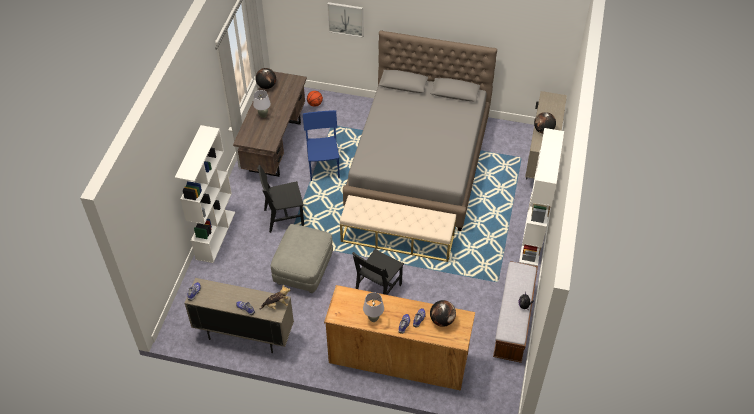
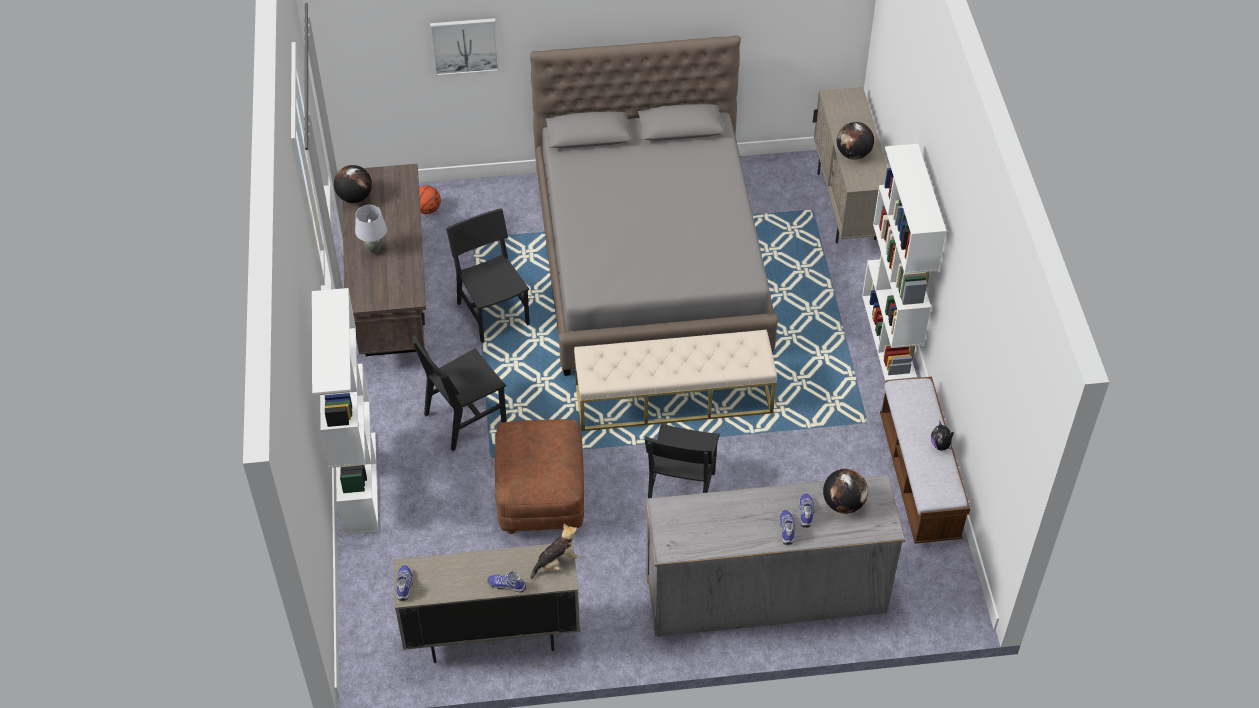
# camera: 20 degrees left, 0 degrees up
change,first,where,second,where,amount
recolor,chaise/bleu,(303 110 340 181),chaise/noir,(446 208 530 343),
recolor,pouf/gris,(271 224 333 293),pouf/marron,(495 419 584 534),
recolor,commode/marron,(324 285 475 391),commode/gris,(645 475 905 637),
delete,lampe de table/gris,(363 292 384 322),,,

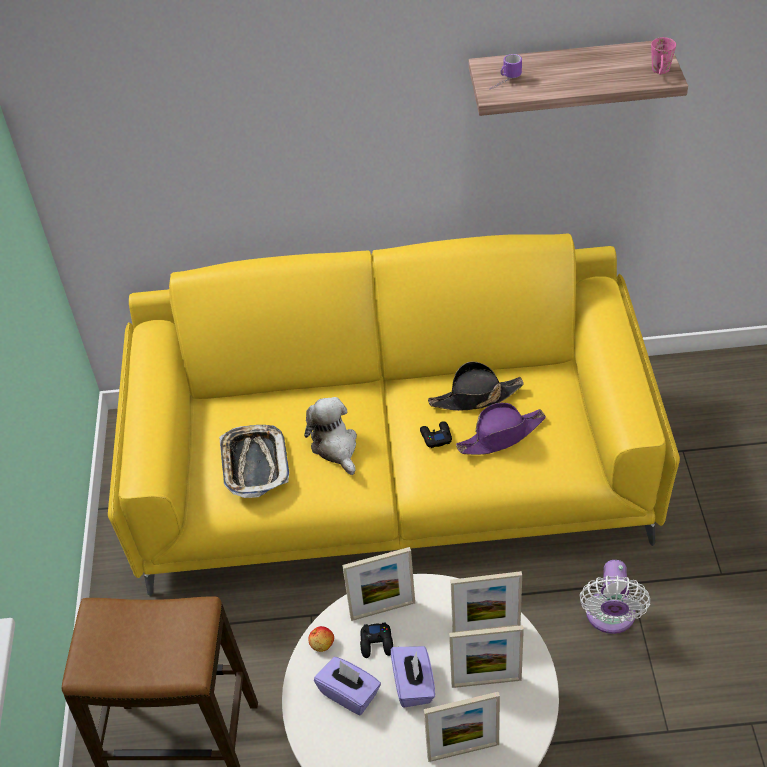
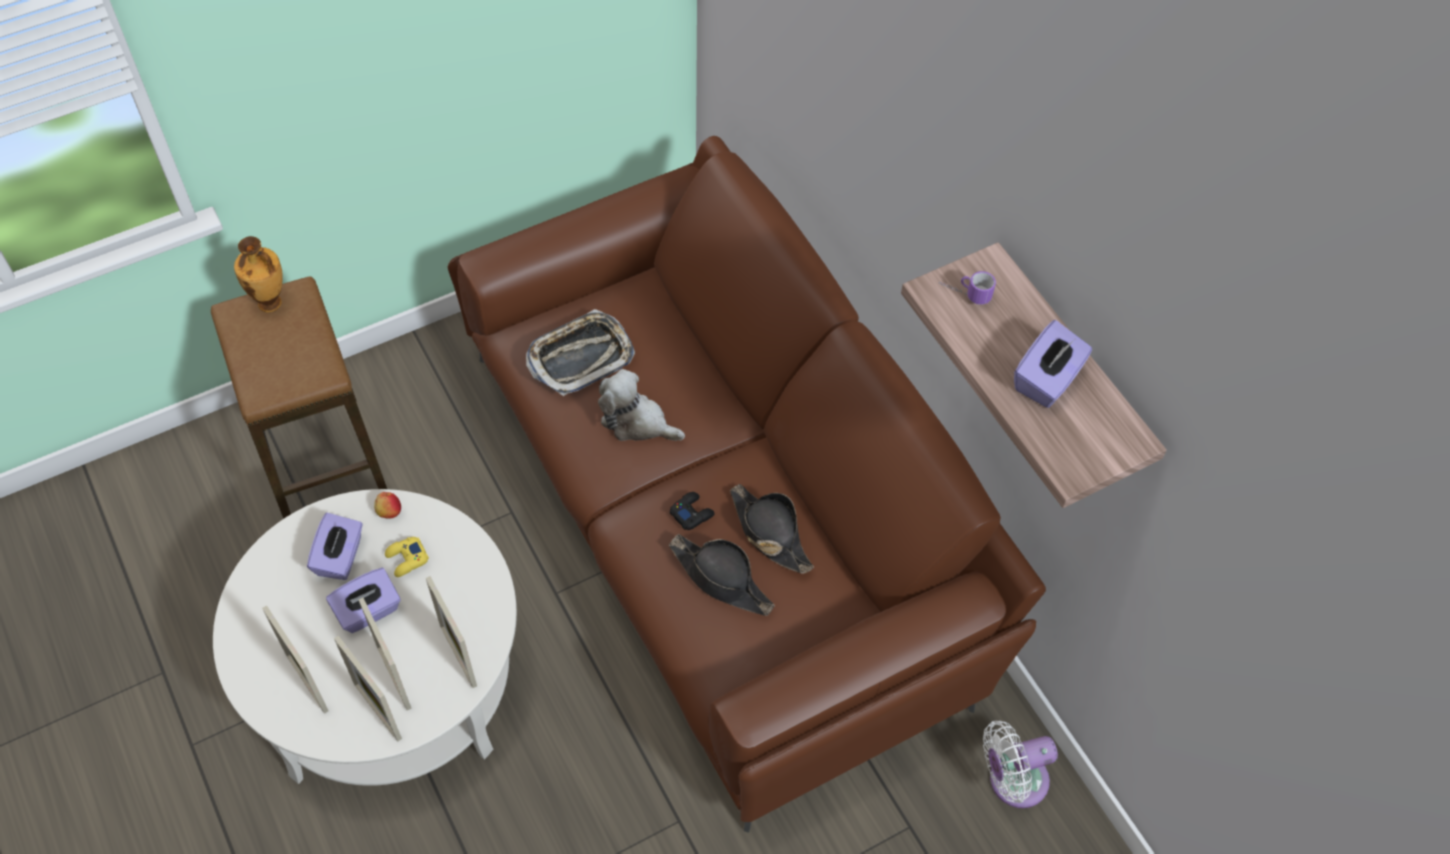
# camera: 60 degrees right, 10 degrees up
change,first,where,second,where,amount
insert,,,vase,(234 236 282 312),
move,cadre photo,(342 547 415 621),,(334 636 402 741),
recolor,manette/noir,(360 622 393 658),manette/jaune,(385 537 429 577),
recolor,canapé/jaune,(108 233 680 596),canapé/marron,(448 136 1046 833),
rotate,peluche,(304 397 357 475),,(598 369 685 441),105 degrees counterclockwise
recolor,chapeau/violet,(456 403 546 455),chapeau/noir,(669 534 774 616),
move,ventilateur/blanc,(580 560 650 634),,(983 721 1058 808),
insert,,,boîte à mouchoirs/violet,(1014 320 1092 408),
delete,mug/rose,(651 37 676 75),,,

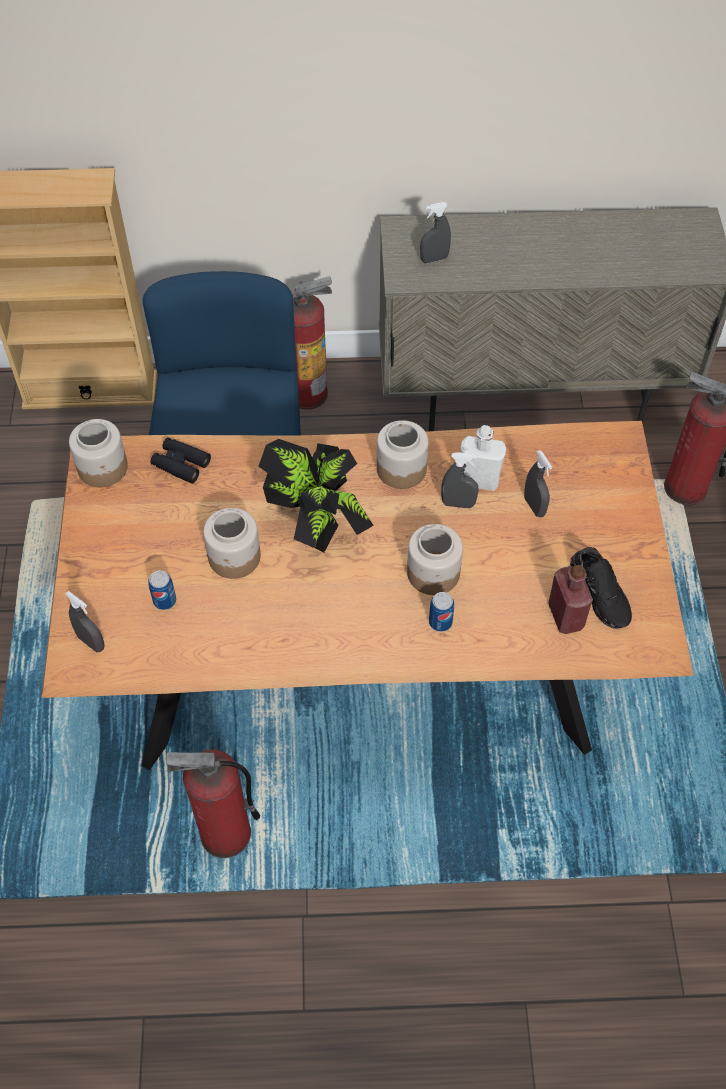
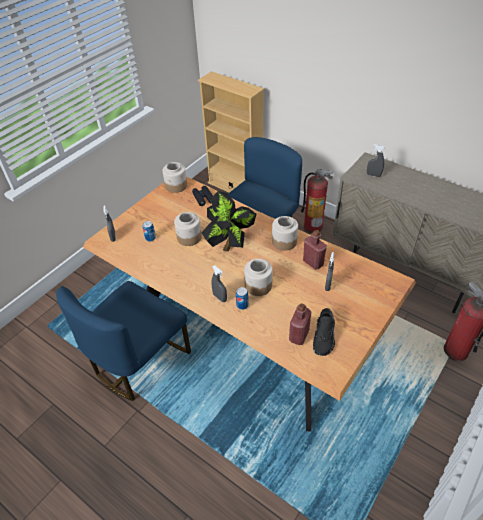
# camera: 40 degrees right, 10 degrees down
change,first,where,second,where,amount
replace,extincteur,(166 749 260 858),chaise/bleu,(56 281 191 401),
move,vaporisateur/gris,(441 452 479 508),,(212 265 227 302),
recolor,bouteille/blanc,(460 425 506 491),bouteille/rouge,(303 230 327 270),

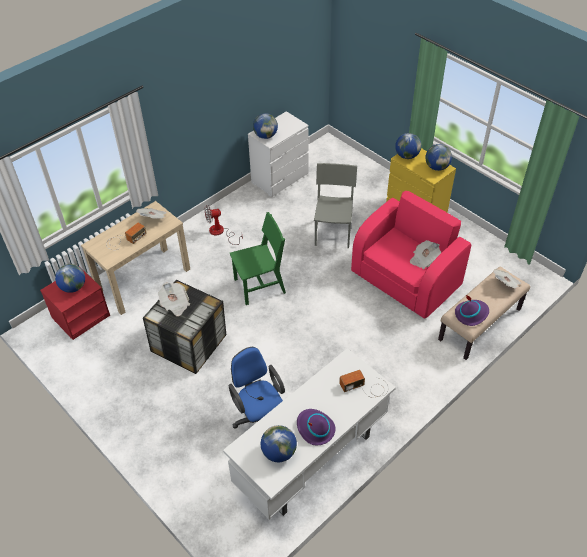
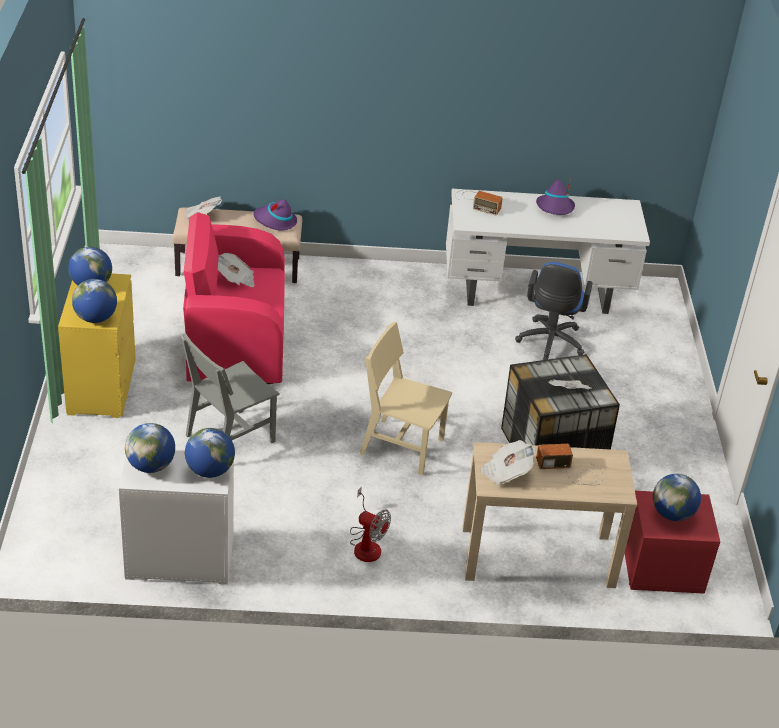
# camera: 140 degrees left, 10 degrees down
change,first,where,second,where,amount
move,globe,(261 425 297 462),,(125 423 175 473),
recolor,chaise/vert,(230 212 286 305),chaise/beige,(360 322 452 475),

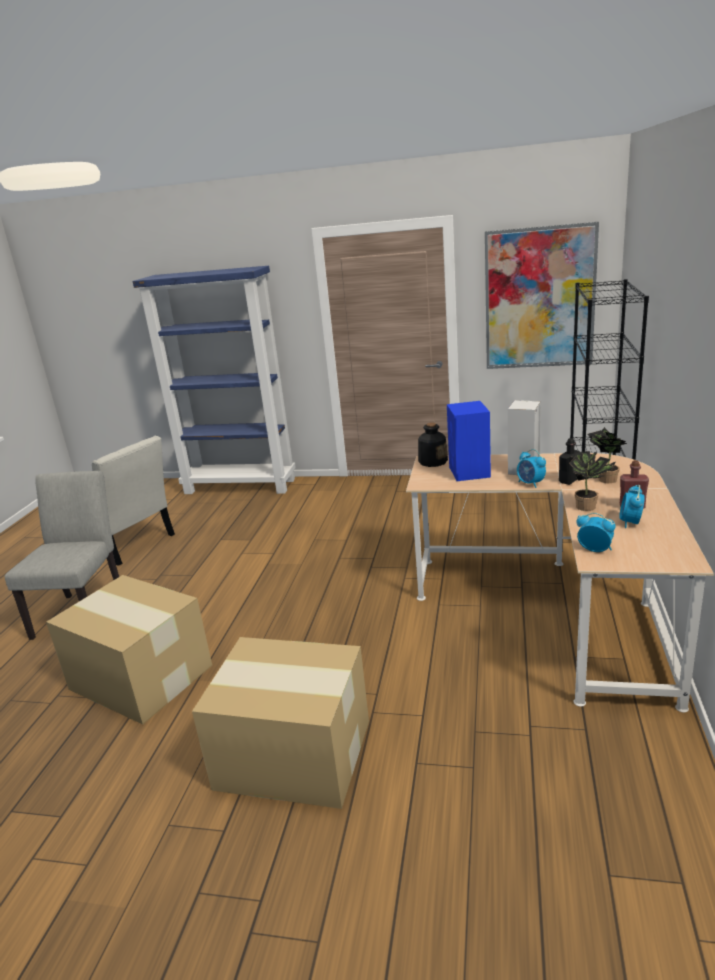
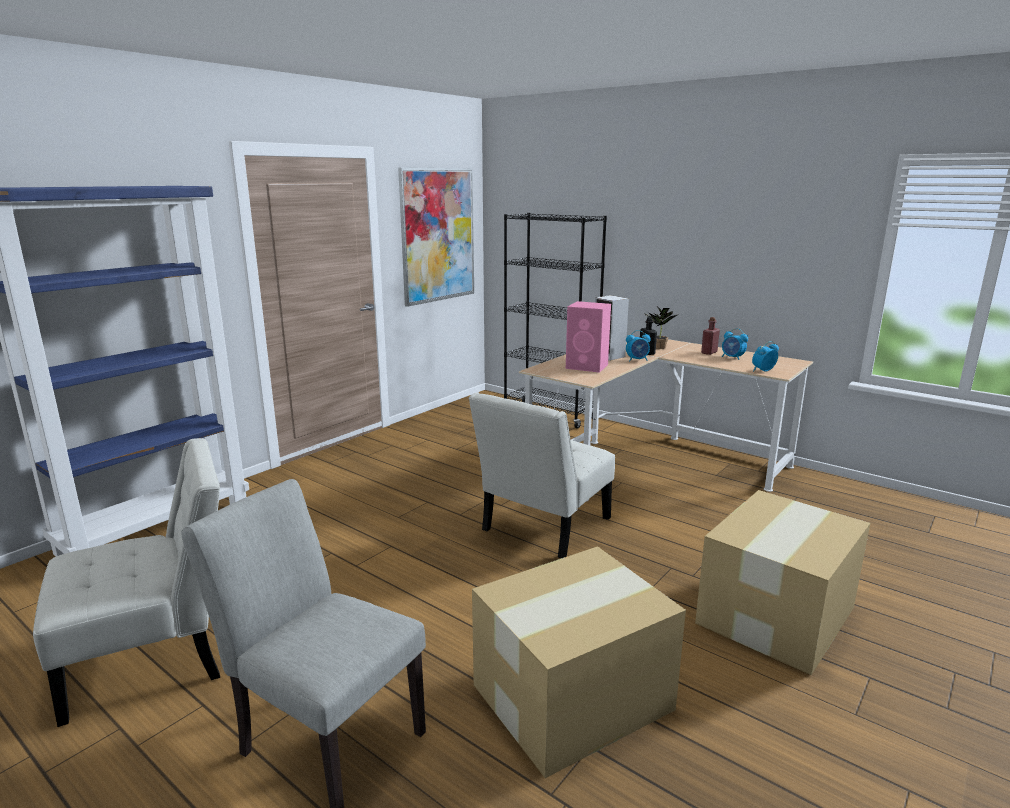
# camera: 65 degrees left, 5 degrees down
change,first,where,second,where,amount
insert,,,chaise/blanc,(469 392 615 558),
recolor,enceinte/bleu,(447 401 491 481),enceinte/rose,(566 301 611 373),
delete,bouteille,(418 422 448 467),,,
delete,plante en pot,(567 451 616 511),,,

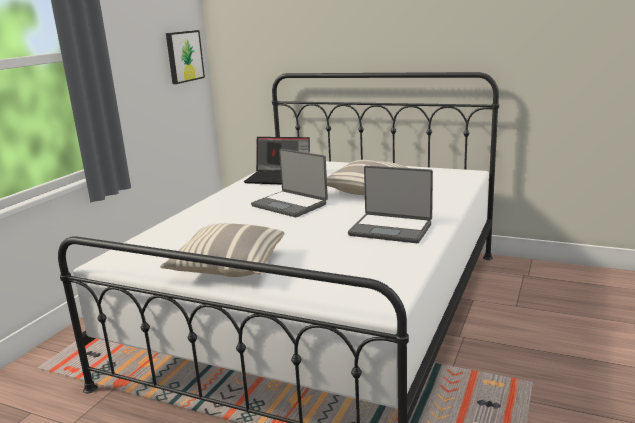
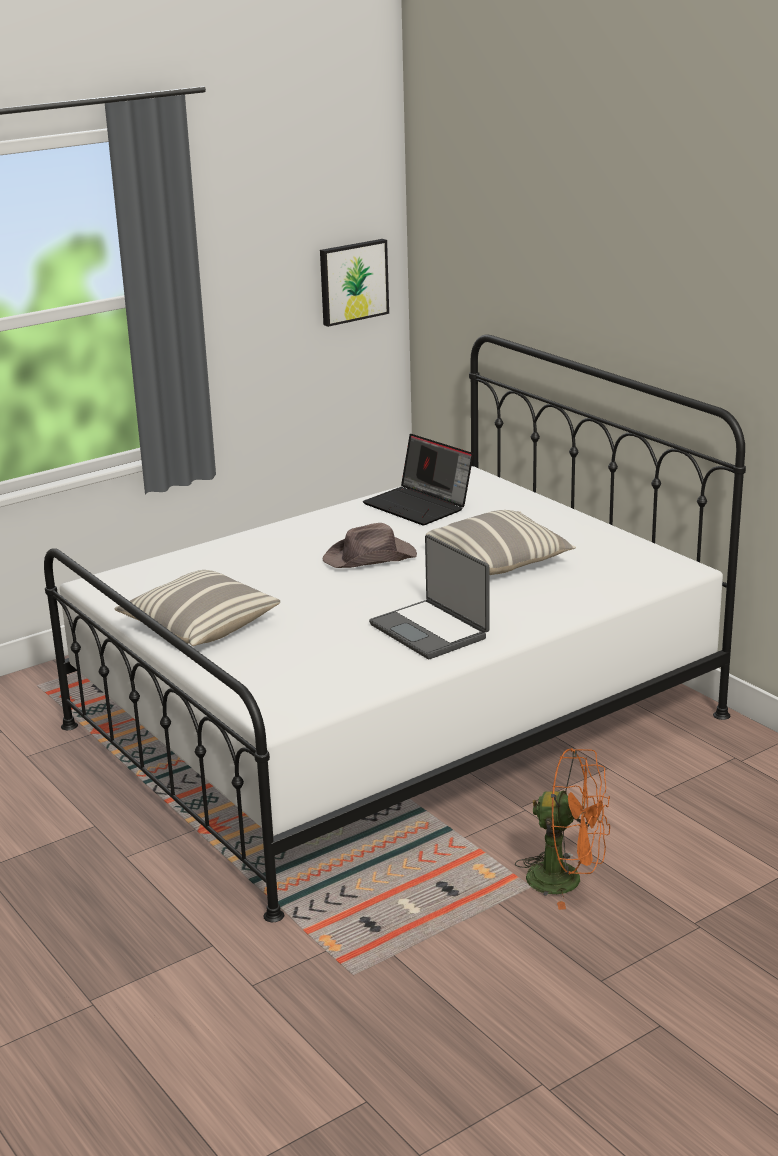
# camera: 30 degrees right, 5 degrees up
change,first,where,second,where,amount
replace,ordinateur portable,(251 149 328 217),chapeau/marron,(322 523 417 568),
insert,,,ventilateur/orange,(515 748 610 910),

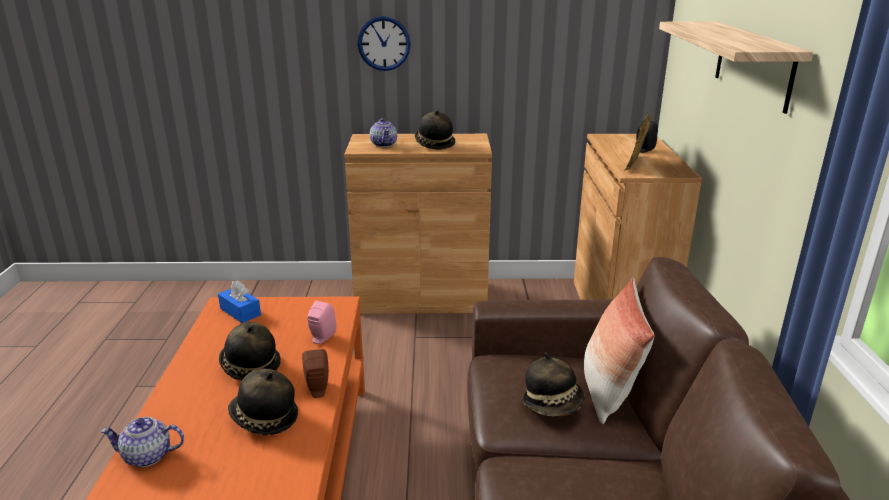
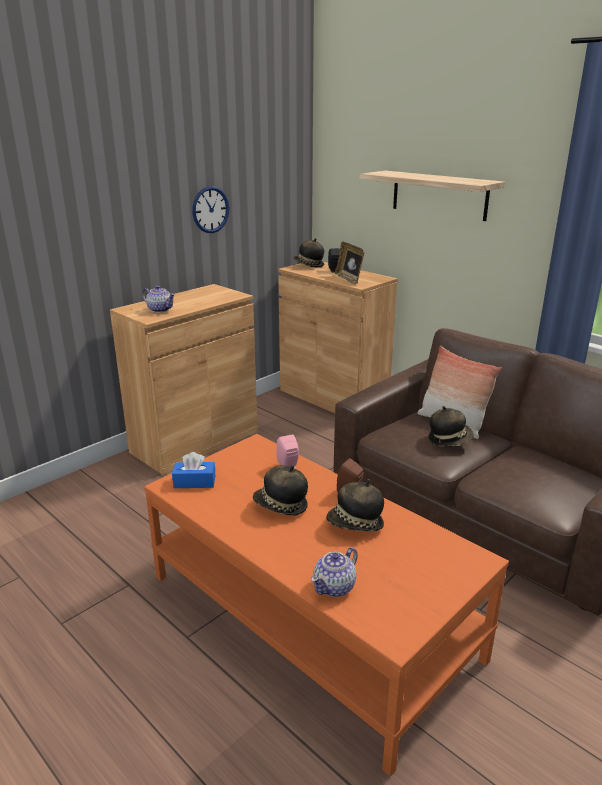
# camera: 45 degrees left, 0 degrees up
change,first,where,second,where,amount
move,horloge murale,(358 16 411 71),,(192 186 229 233),
move,chapeau,(415 110 455 150),,(293 238 324 267),

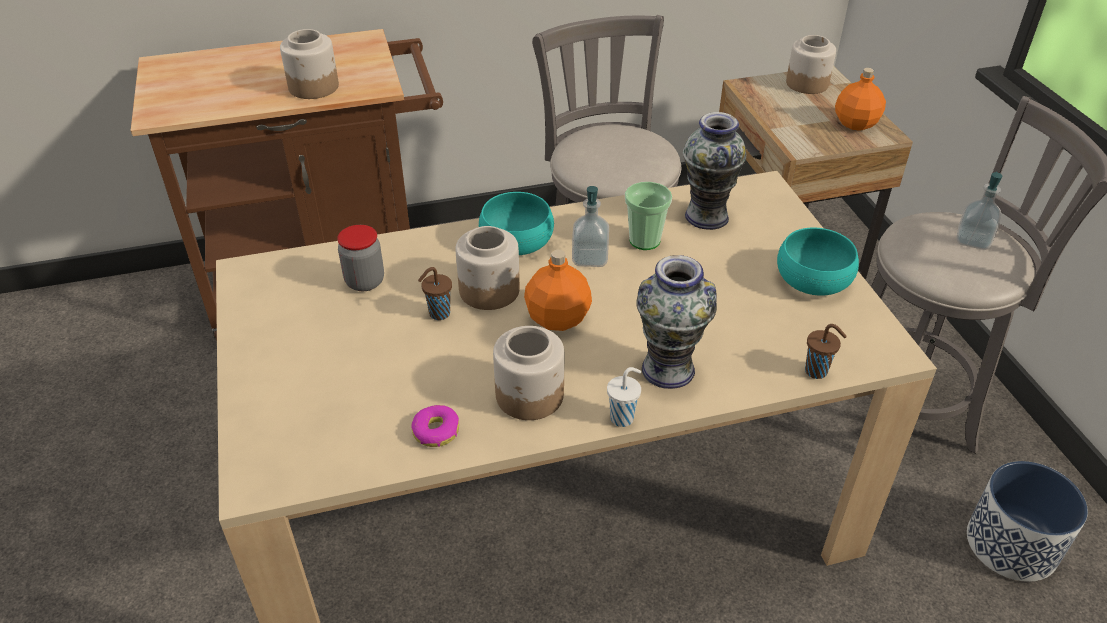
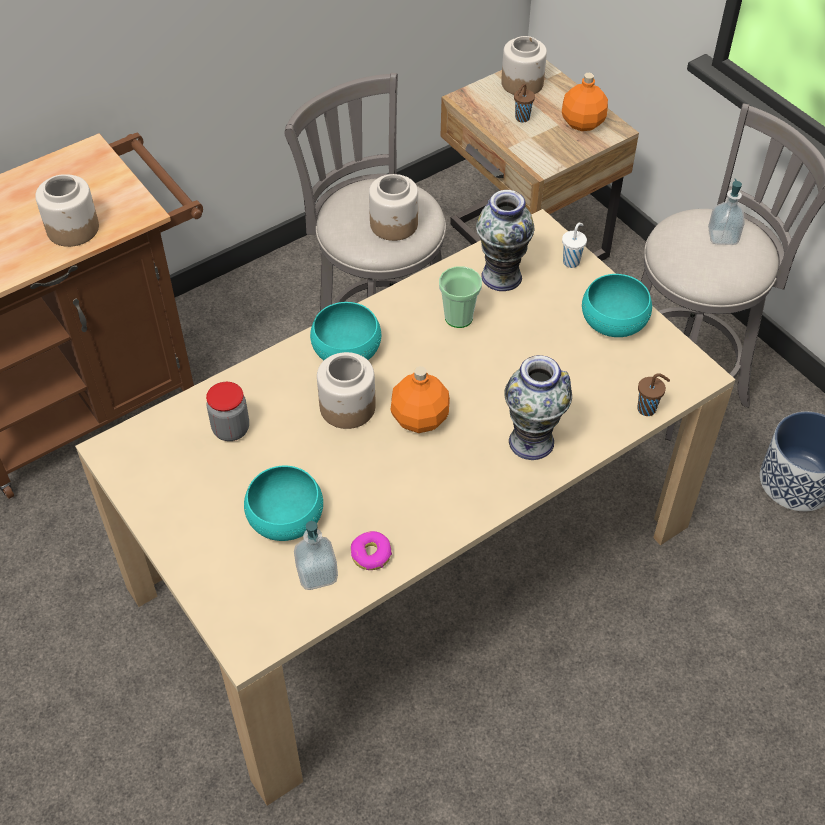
# camera: 20 degrees left, 10 degrees up
change,first,where,second,where,amount
insert,,,bol/turquoise,(244 466 323 541),
move,distributeur de savon,(572 186 609 267),,(294 521 338 590),
move,bocal,(493 326 564 420),,(369 174 418 241),
move,tasse/marron,(418 267 452 320),,(514 84 535 122),
move,tasse/blanc,(607 367 641 427),,(562 223 587 268),

